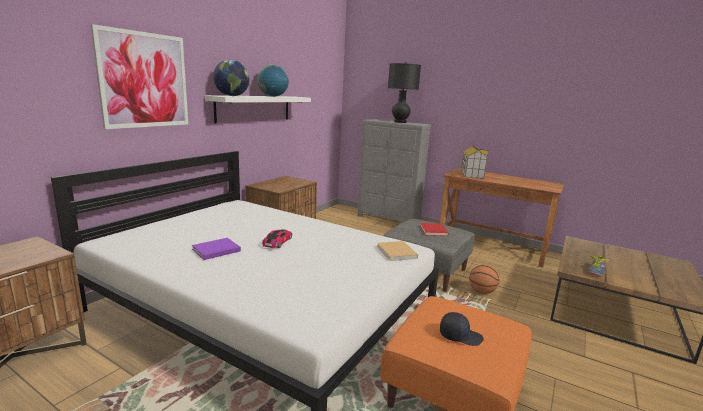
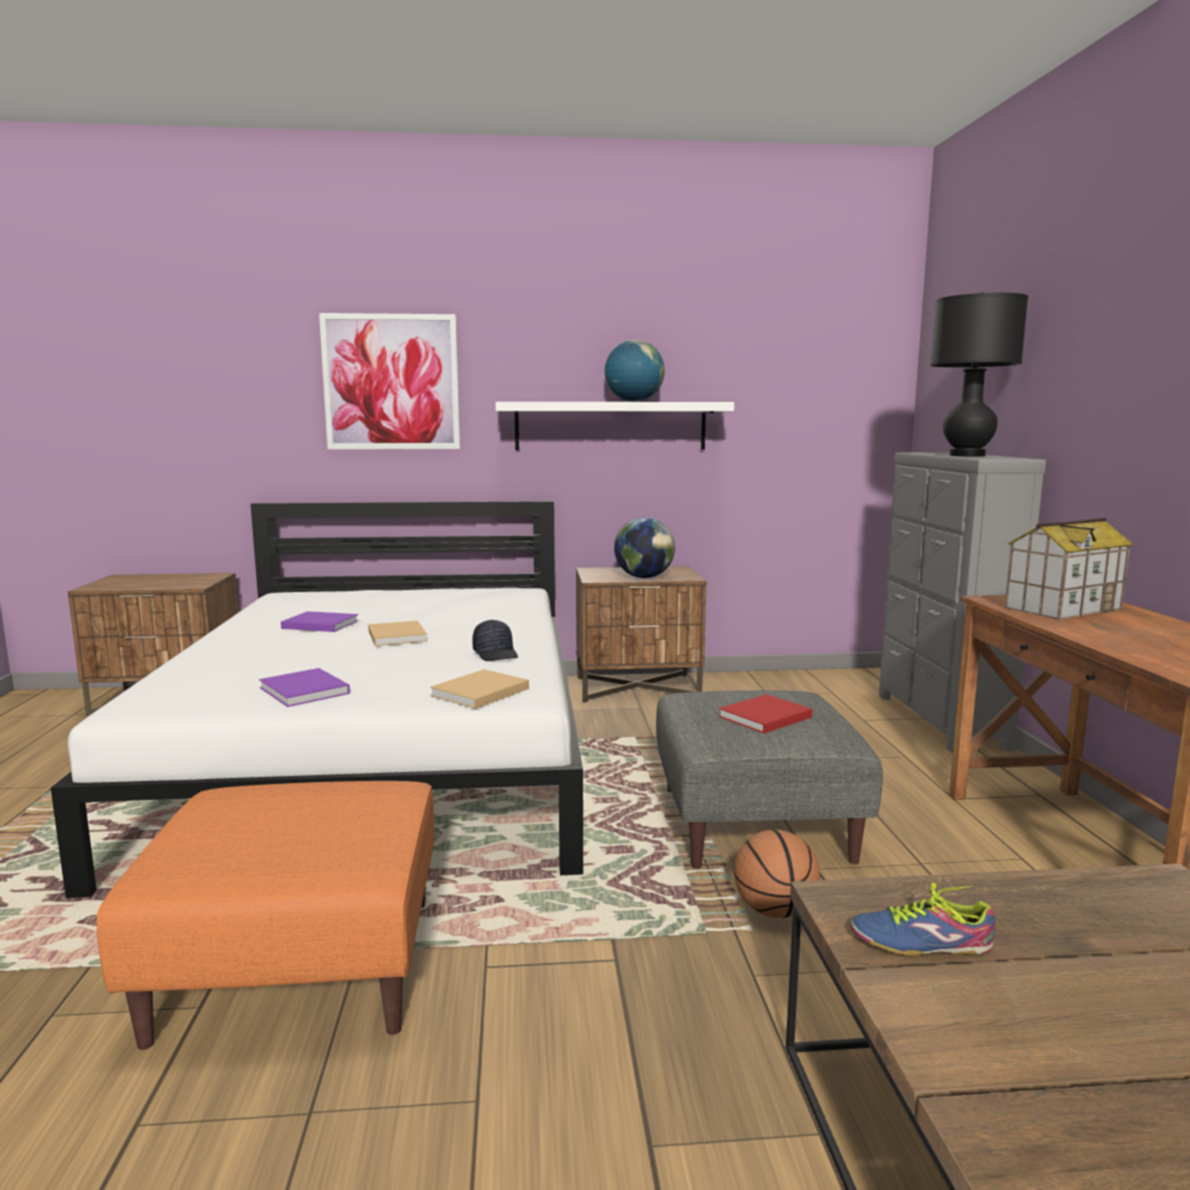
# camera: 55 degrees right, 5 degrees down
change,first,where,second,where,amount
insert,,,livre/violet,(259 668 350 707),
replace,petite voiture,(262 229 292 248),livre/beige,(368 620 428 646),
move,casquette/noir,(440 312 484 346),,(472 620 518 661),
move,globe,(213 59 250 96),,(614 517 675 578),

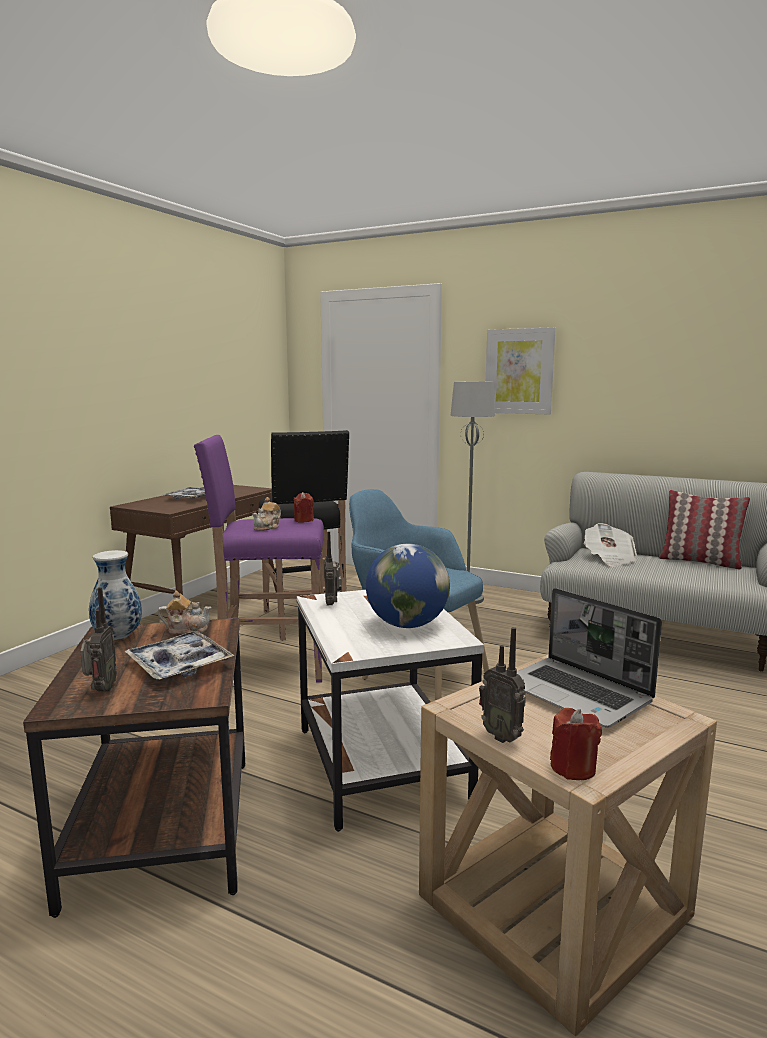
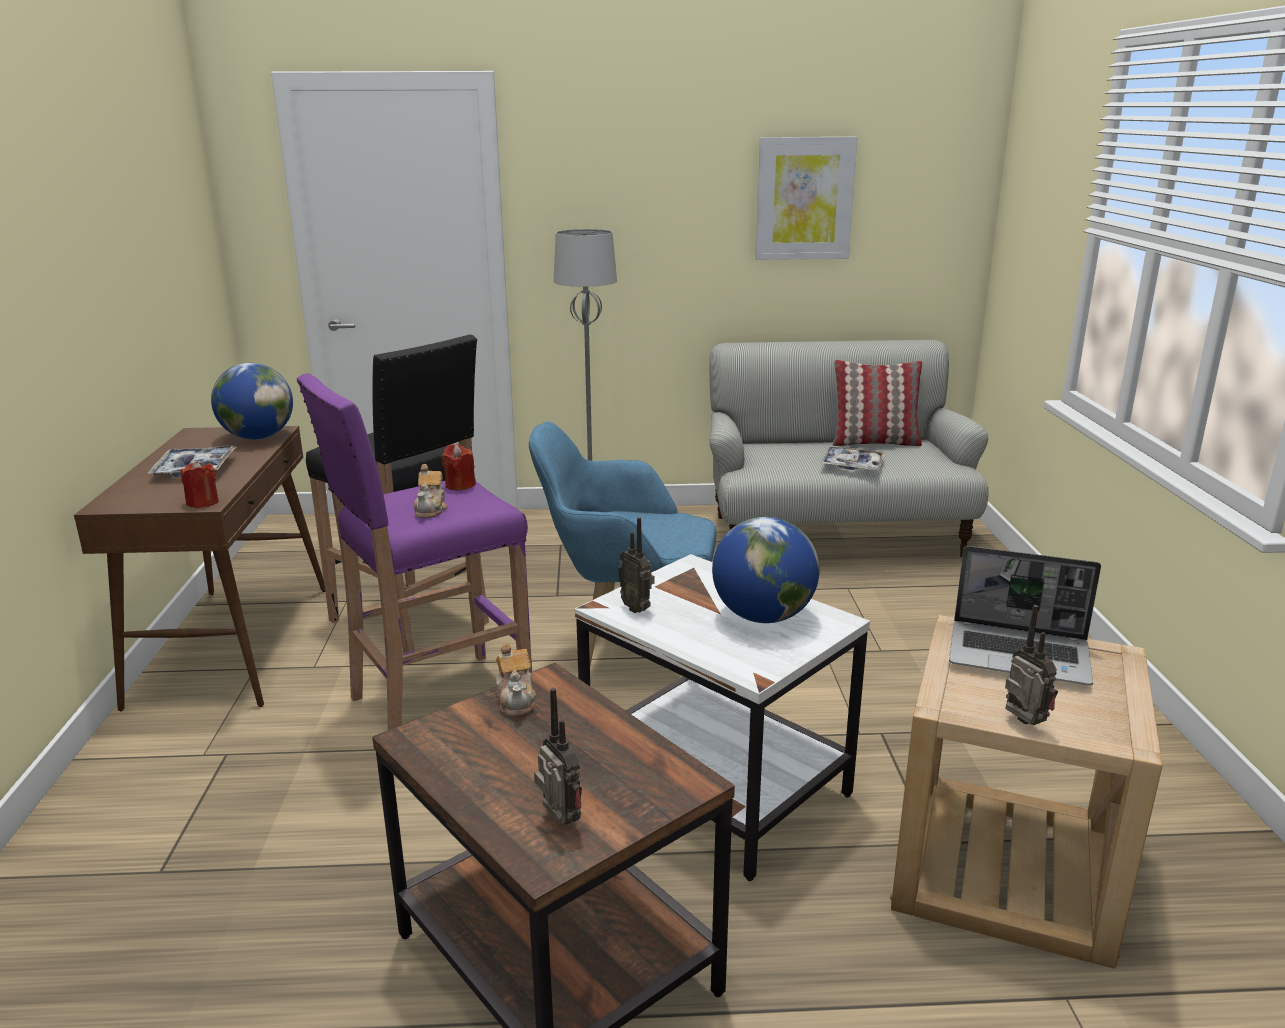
# camera: 30 degrees left, 10 degrees up
change,first,where,second,where,amount
move,bougie/rouge,(550 708 602 780),,(181 461 219 508),
insert,,,globe,(211 363 293 440),
rotate,théière,(158 591 212 634),,(496 643 536 716),105 degrees clockwise
move,tableau,(486 327 556 415),,(755 137 857 260),
move,plateau,(124 631 235 680),,(821 447 886 470),
rotate,radio,(479 627 526 743),,(1005 605 1058 725),135 degrees counterclockwise
delete,vase,(89 550 142 640),,,
delete,journal,(584 523 637 567),,,

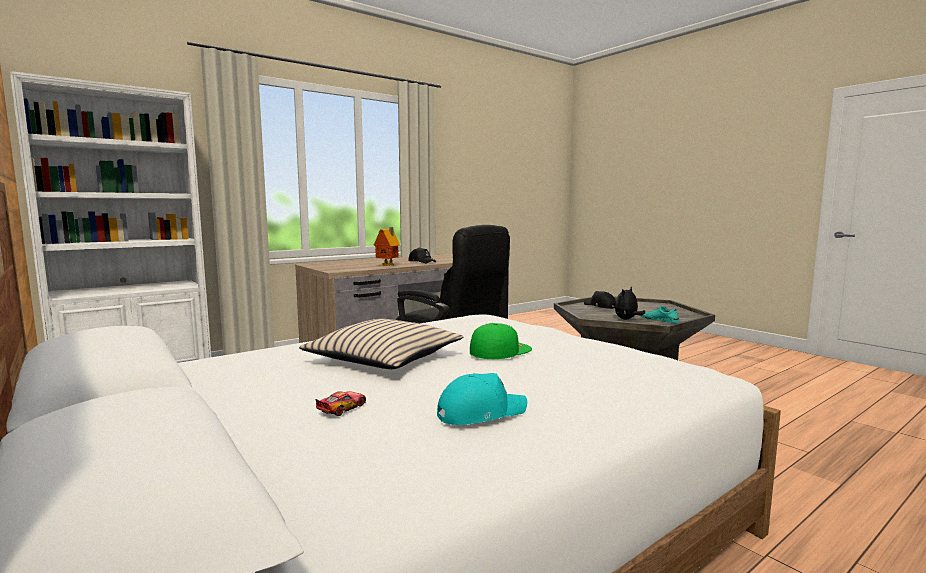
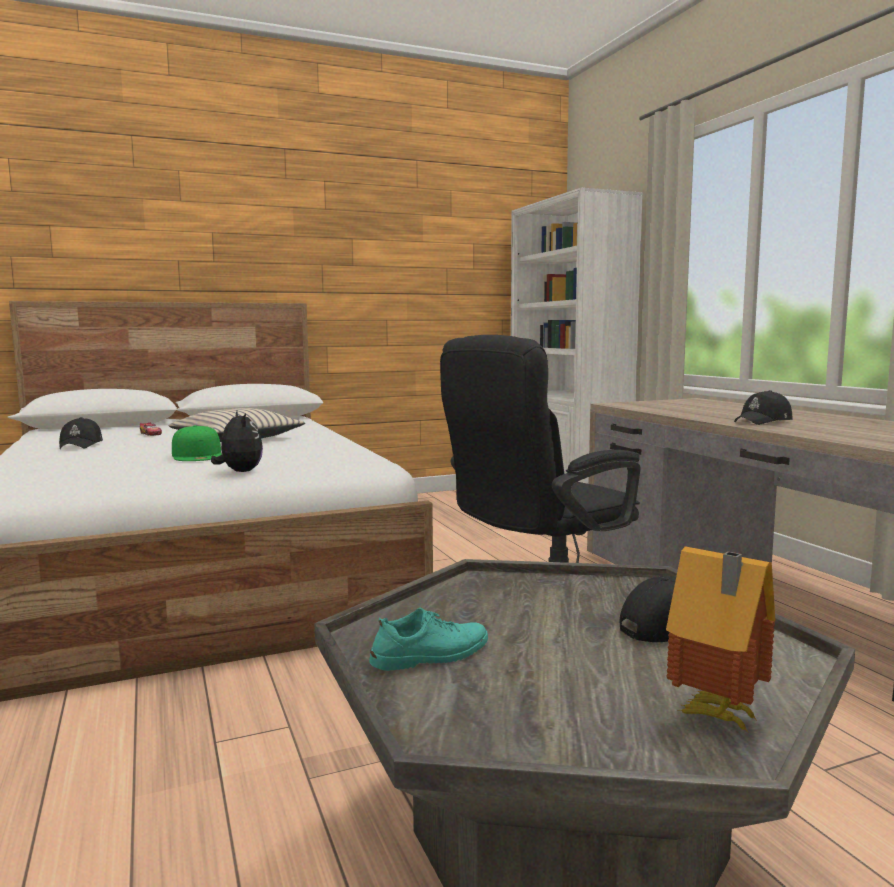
# camera: 105 degrees right, 0 degrees up
change,first,where,second,where,amount
recolor,casquette/turquoise,(437 373 527 425),casquette/noir,(59 417 103 449),
move,peluche,(615 287 645 319),,(211 411 263 472),
move,maison miniature,(374 227 400 266),,(666 546 775 732),

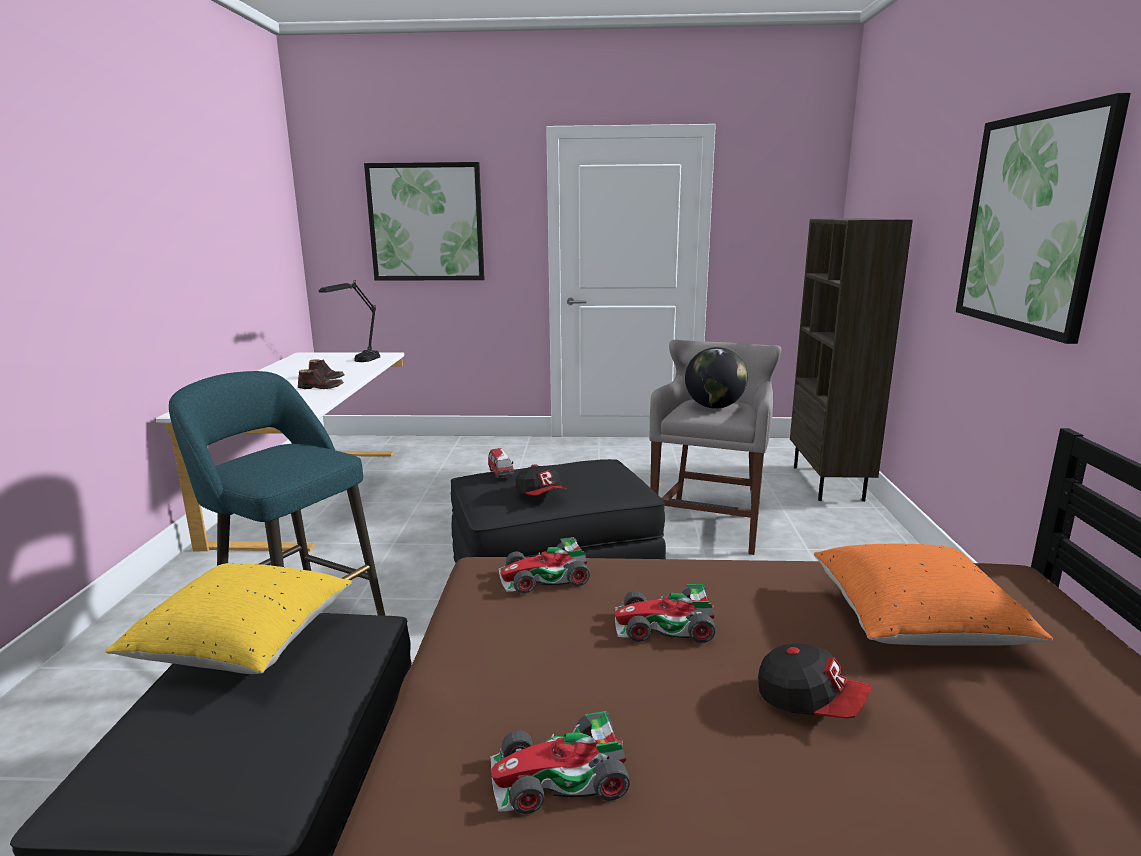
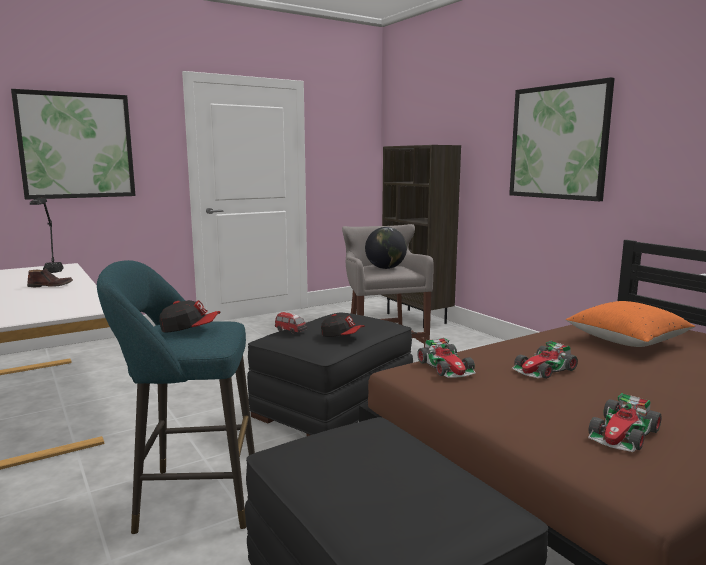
# camera: 35 degrees left, 5 degrees down
change,first,where,second,where,amount
move,casquette,(758 643 872 718),,(159 300 220 333),
rotate,petite voiture,(498 537 590 593),,(417 338 476 378),60 degrees counterclockwise
delete,coussin/jaune,(105 563 352 674),,,
delete,chaussure/marron,(298 369 344 389),,,

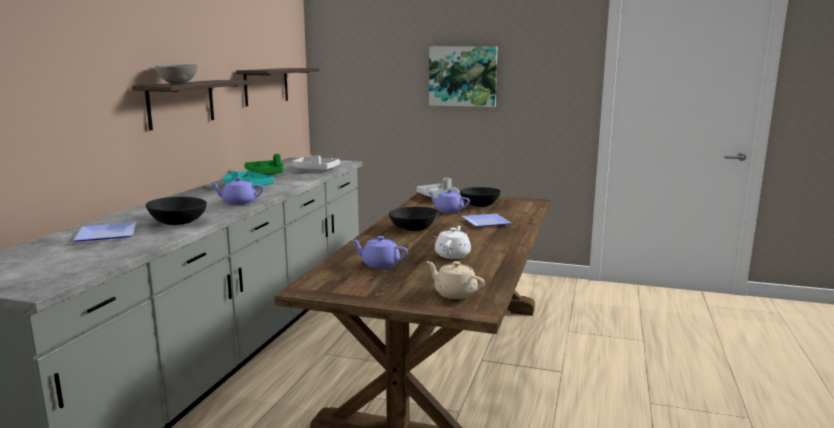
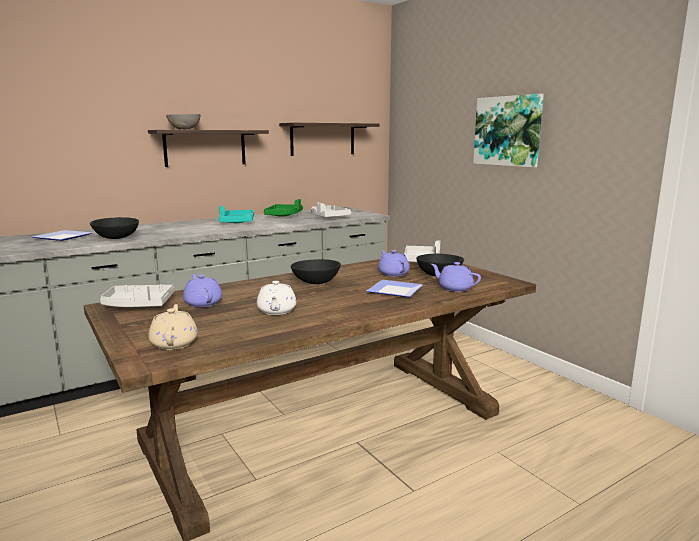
# camera: 40 degrees right, 0 degrees up
change,first,where,second,where,amount
insert,,,plateau/gris,(100 284 174 307),
rotate,théière/blanc,(435 226 471 259),,(257 281 296 315),120 degrees clockwise
move,théière/violet,(210 177 264 205),,(431 262 481 292),

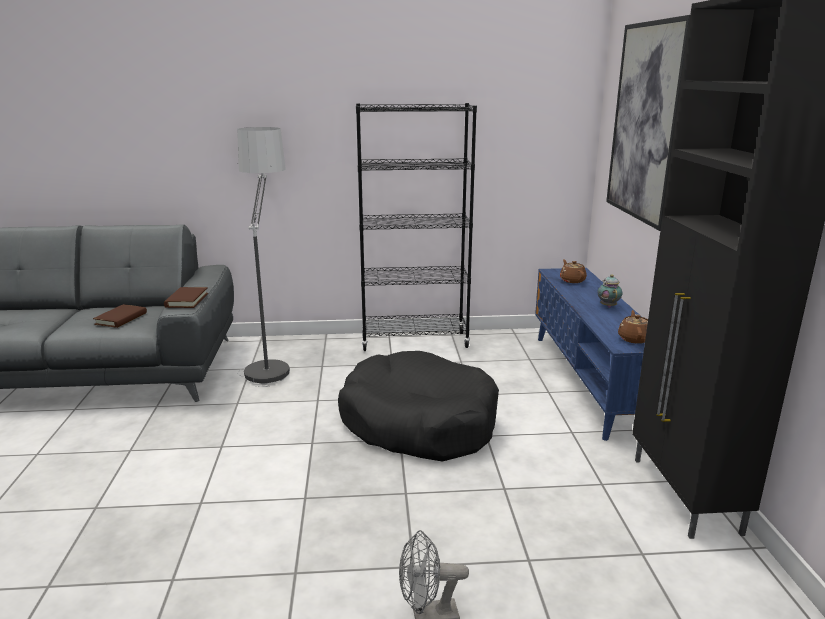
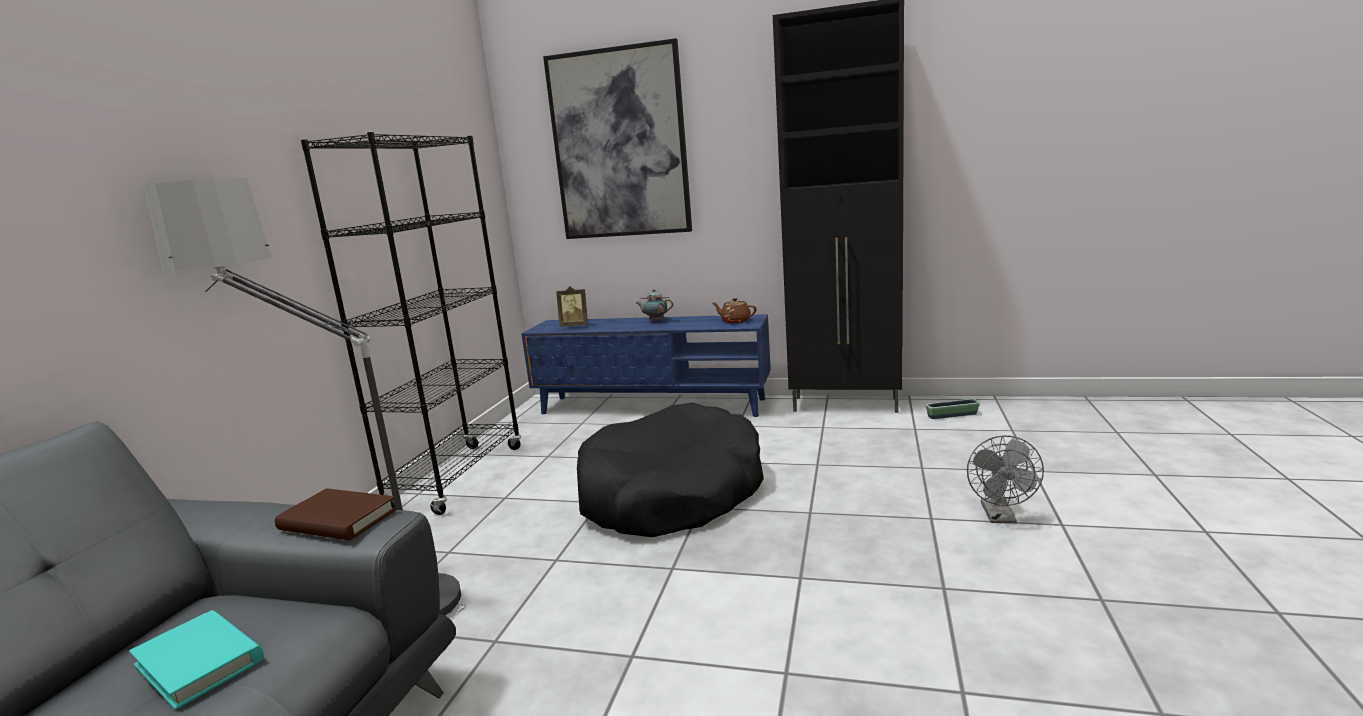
# camera: 70 degrees left, 5 degrees down
change,first,where,second,where,amount
recolor,livre/marron,(93 304 147 328),livre/turquoise,(129 610 264 710),
replace,théière/marron,(560 259 587 283),cadre photo,(556 286 588 327),
insert,,,cache-pot,(926 399 980 419),

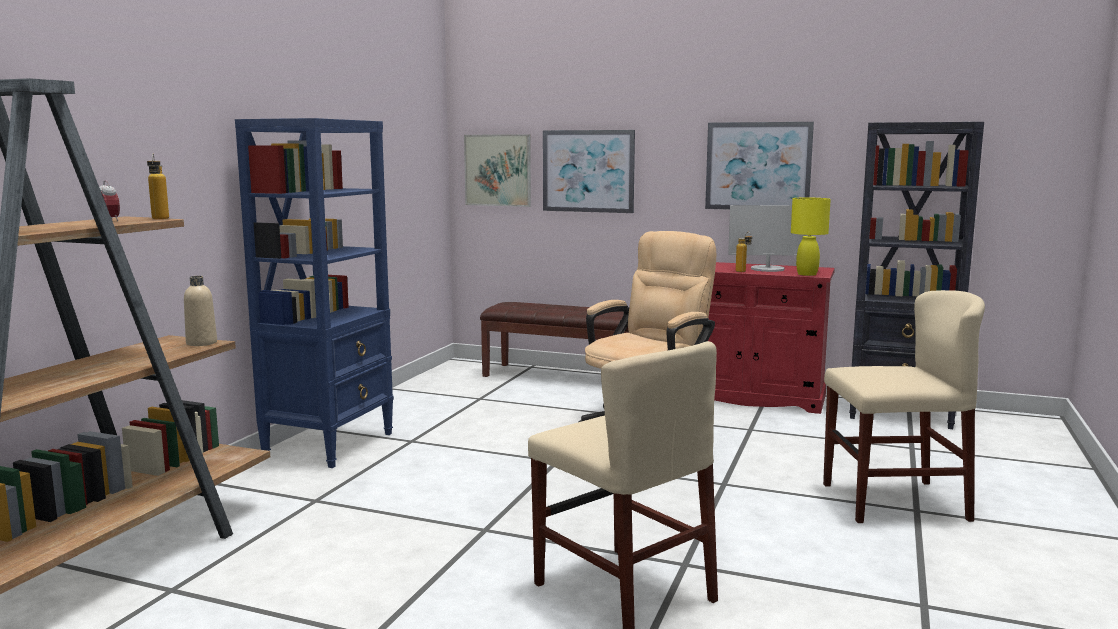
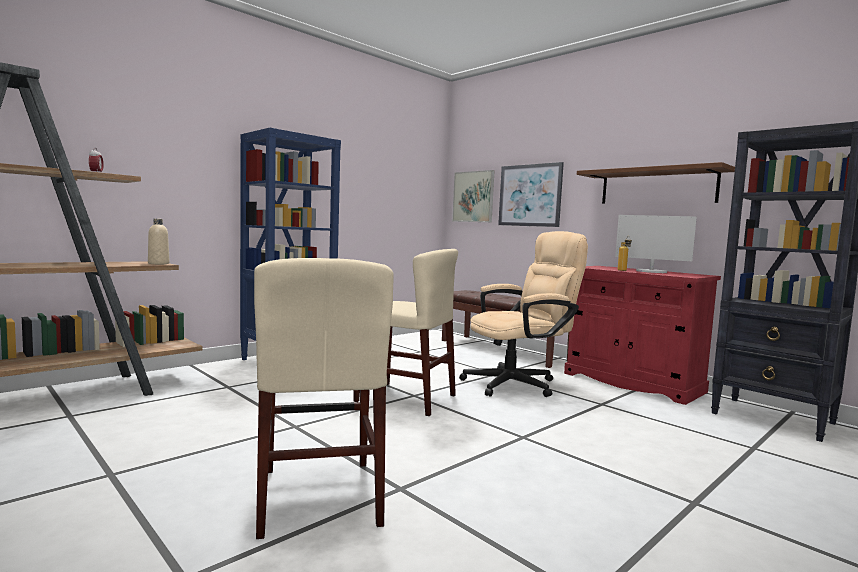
# camera: 25 degrees right, 5 degrees down
change,first,where,second,where,amount
move,chaise/beige,(823 290 985 523),,(354 249 458 416),
replace,tableau,(705 122 814 210),étagère/marron,(577 162 735 204),
delete,bouteille,(147 153 169 219),,,
delete,lampe de table/jaune,(791 198 831 276),,,

